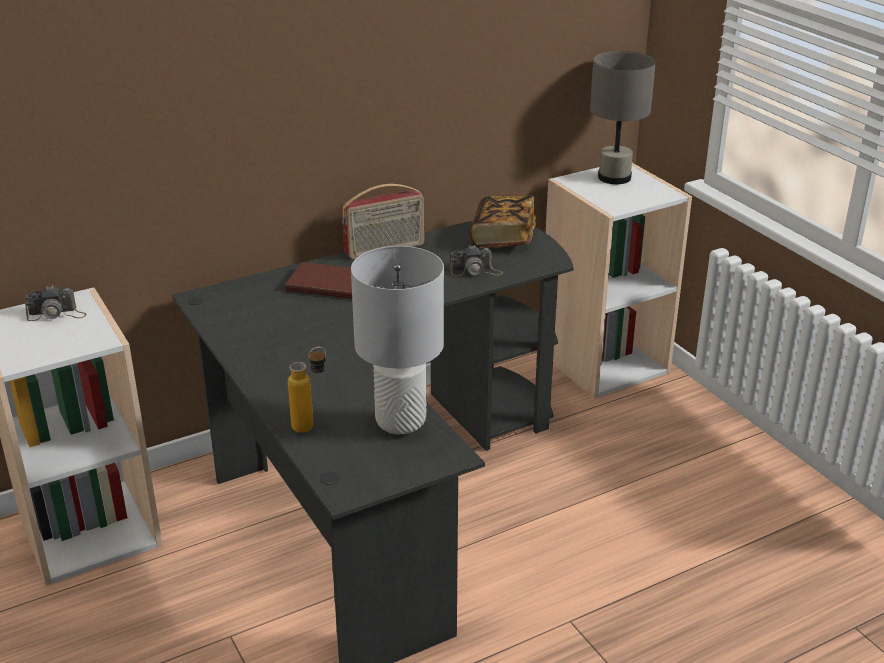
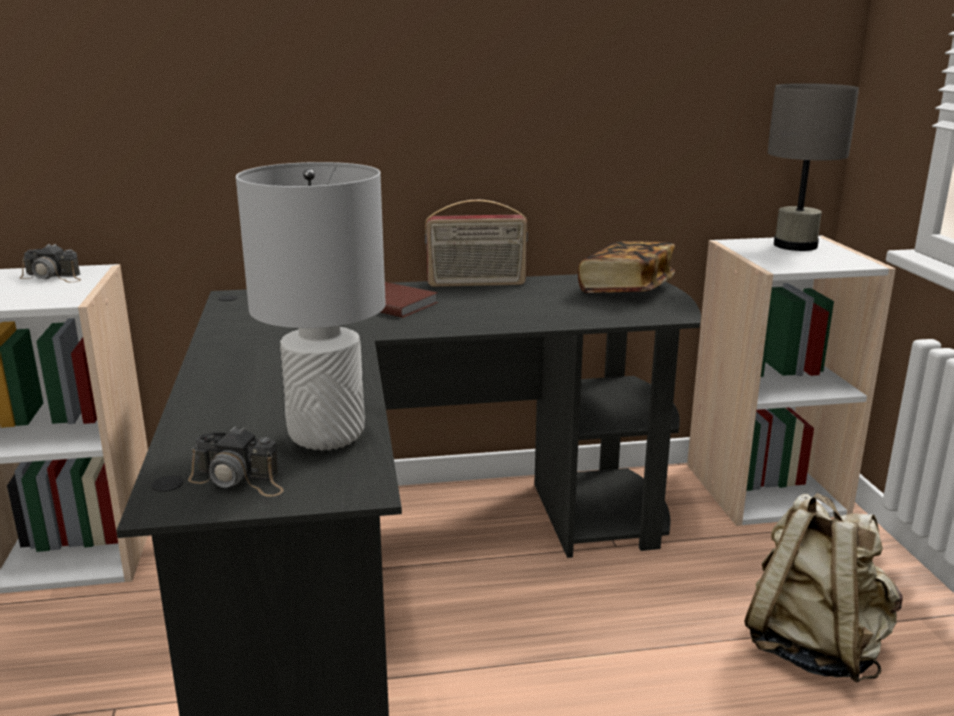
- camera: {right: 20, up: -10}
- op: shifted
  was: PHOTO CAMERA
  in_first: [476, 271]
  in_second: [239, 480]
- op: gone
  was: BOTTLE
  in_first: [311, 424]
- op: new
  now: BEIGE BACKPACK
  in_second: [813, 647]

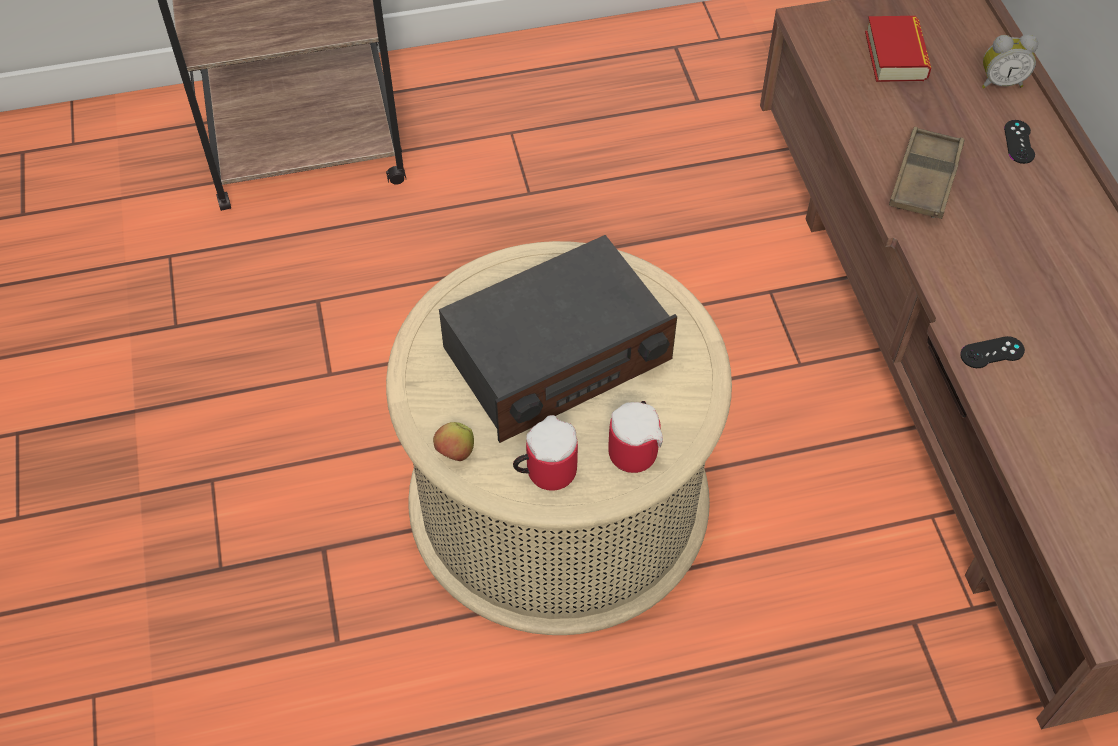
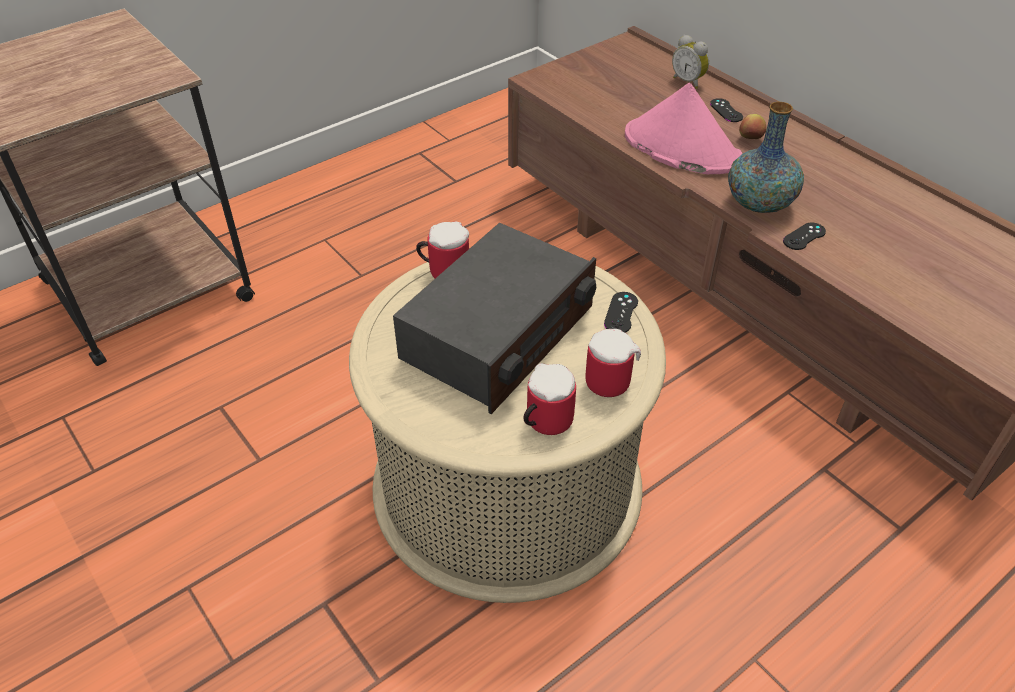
- camera: {right: -25, up: -10}
- op: gone
  was: BOOK
  in_first: [895, 56]
- op: rotated
  was: ALARM CLOCK
  in_first: [1000, 82]
  in_second: [688, 81]
  clockwise: 75
- op: swapped
  was: BROWN TRAY
  now: PINK HAT
  in_first: [924, 179]
  in_second: [681, 148]
- op: shifted
  was: APPLE
  in_first: [455, 452]
  in_second: [750, 139]
- op: new
  now: VASE
  in_second: [759, 204]
- op: new
  now: MUG
  in_second: [444, 269]
- op: new
  now: BLACK GAME CONTROLLER
  in_second: [621, 313]

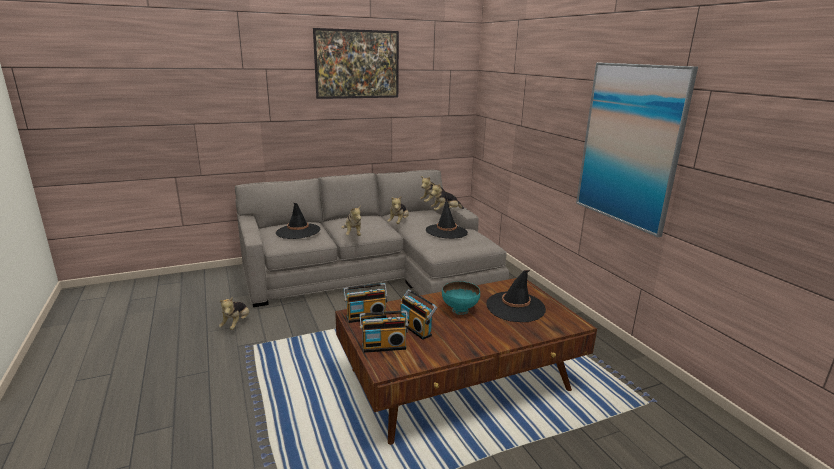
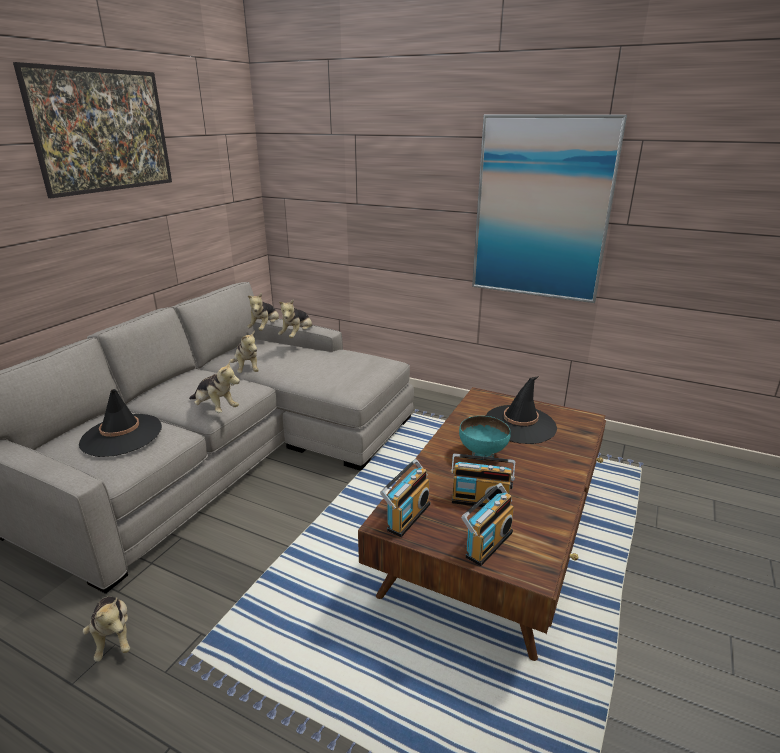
- camera: {right: -40, up: 5}
- op: gone
  was: BLACK HAT
  in_first: [446, 232]

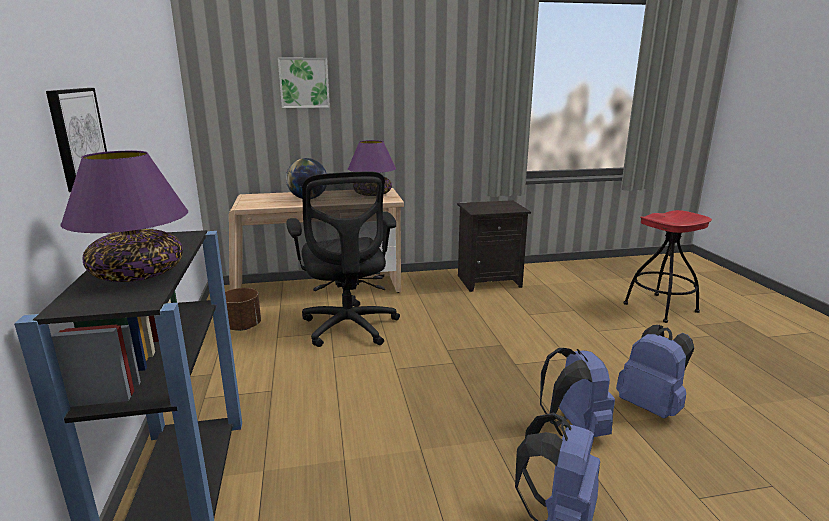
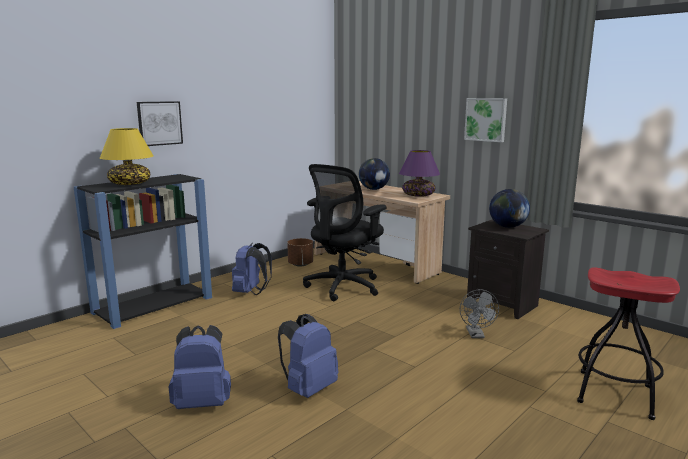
- camera: {right: 55, up: -5}
- op: shifted
  was: PICTURE
  in_first: [304, 83]
  in_second: [486, 119]
- op: repainted
  was: PURPLE TABLE LAMP
  now: YELLOW TABLE LAMP
  in_first: [139, 274]
  in_second: [130, 184]
- op: shifted
  was: BLUE BACKPACK
  in_first: [651, 406]
  in_second: [251, 292]
- op: new
  now: GLOBE
  in_second: [507, 227]
- op: new
  now: GREY FAN
  in_second: [476, 335]

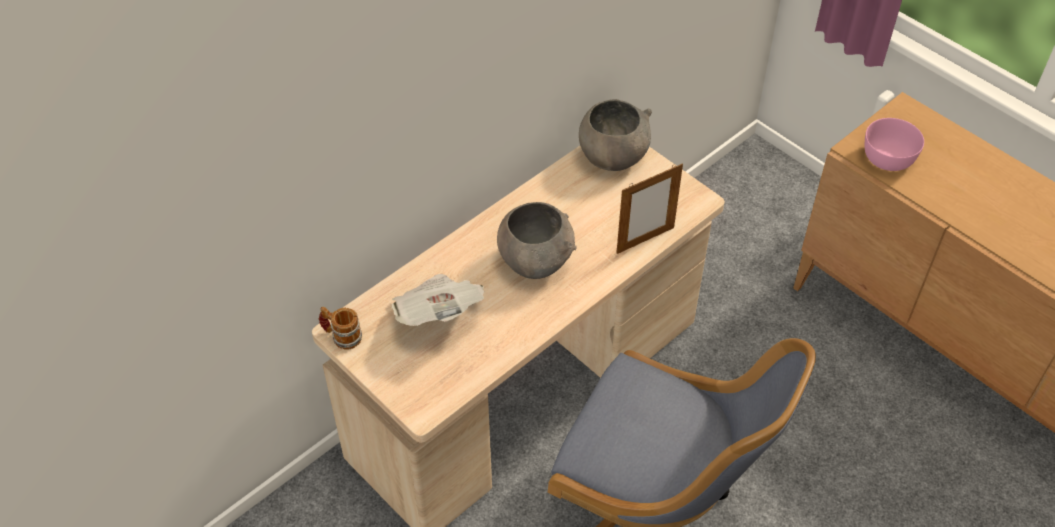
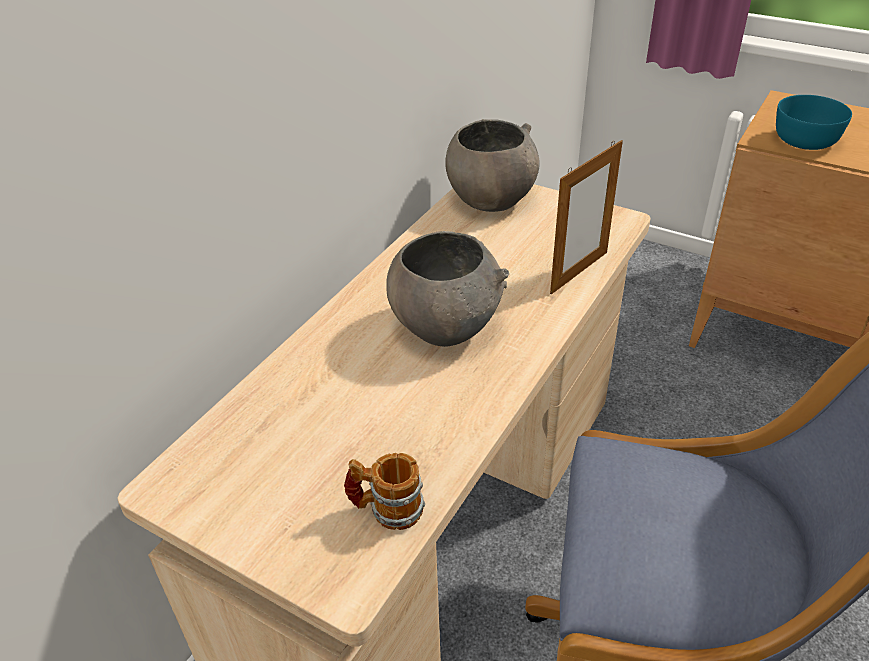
- camera: {right: -15, up: -10}
- op: repainted
  was: PINK BOWL
  now: TURQUOISE BOWL
  in_first: [887, 157]
  in_second: [804, 140]
- op: gone
  was: NEWSPAPER
  in_first: [438, 314]
- op: shifted
  was: MUG
  in_first: [341, 336]
  in_second: [386, 509]

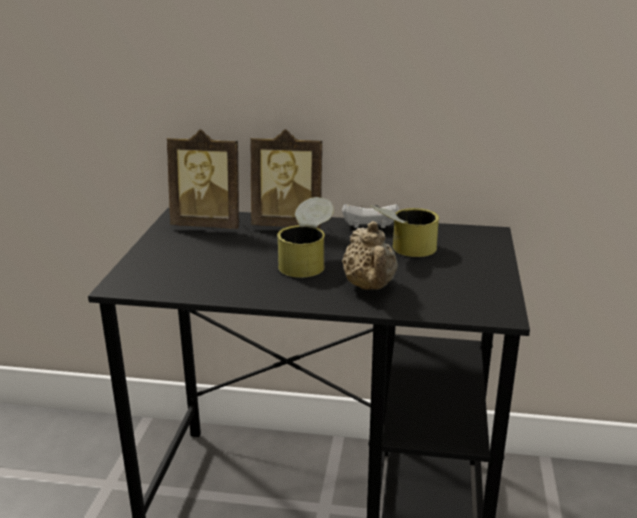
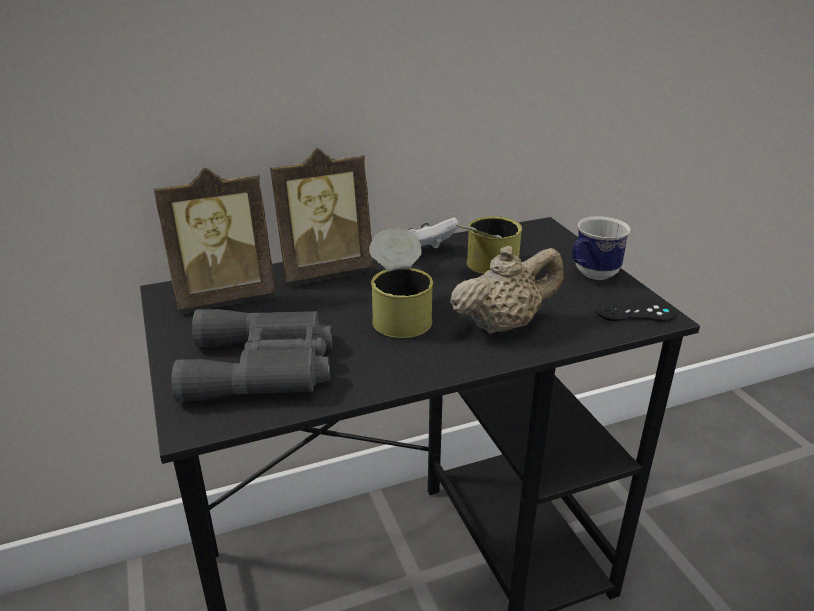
- camera: {right: -30, up: 5}
- op: rotated
  was: BEIGE TEAPOT
  in_first: [370, 287]
  in_second: [504, 324]
  clockwise: -75
- op: new
  now: MUG
  in_second: [591, 275]
- op: new
  now: BLACK GAME CONTROLLER
  in_second: [634, 312]
- op: new
  now: GREY BINOCULARS
  in_second: [264, 367]

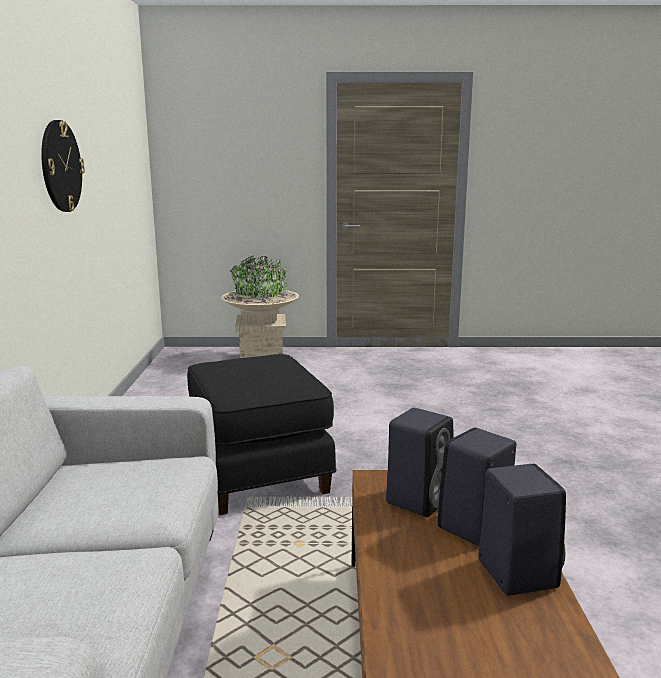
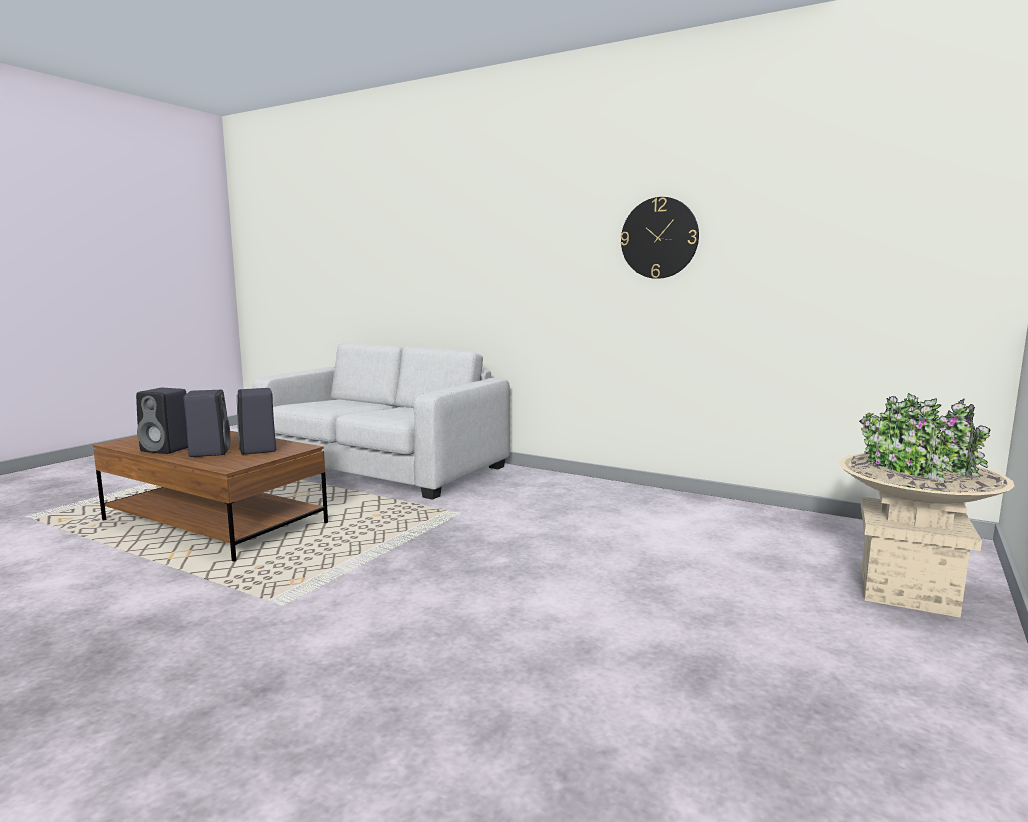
- camera: {right: 120, up: -5}
- op: gone
  was: BLACK OTTOMAN
  in_first: [259, 470]

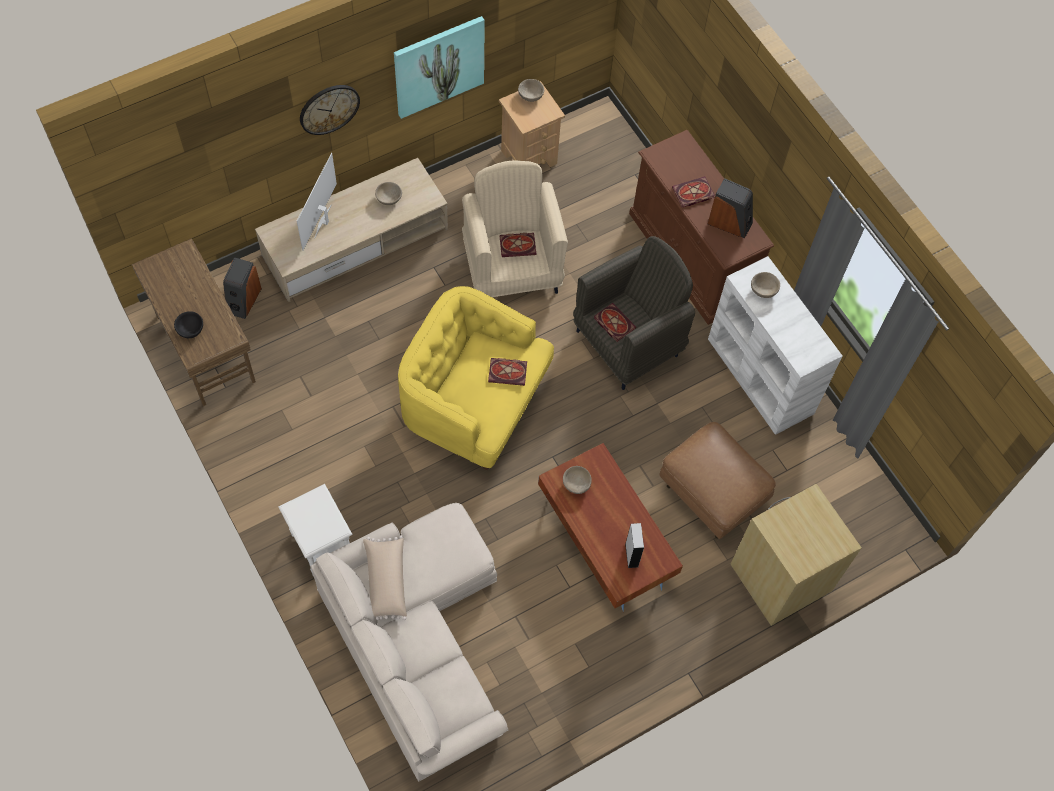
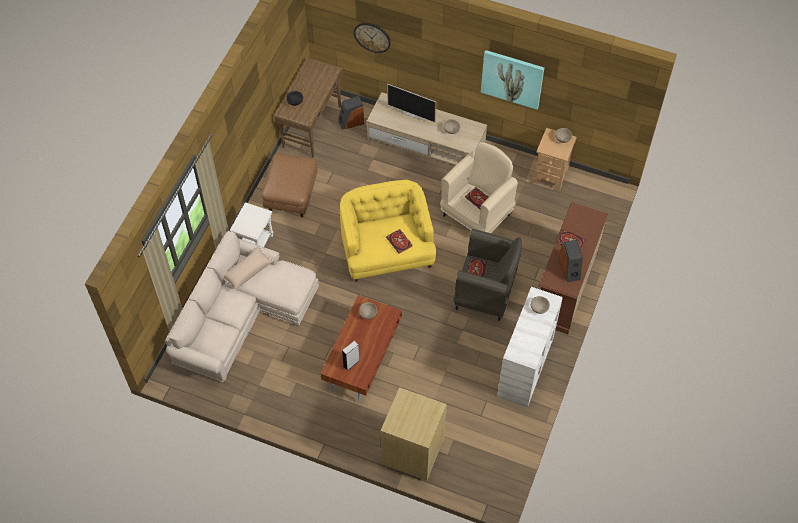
- camera: {right: 55, up: -5}
- op: shifted
  was: WALL CLOCK
  in_first: [329, 109]
  in_second: [372, 37]
- op: rotated
  was: TELEVISION
  in_first: [324, 221]
  in_second: [412, 114]
  clockwise: -135
- op: shifted
  was: BROWN OTTOMAN
  in_first: [710, 494]
  in_second: [291, 196]

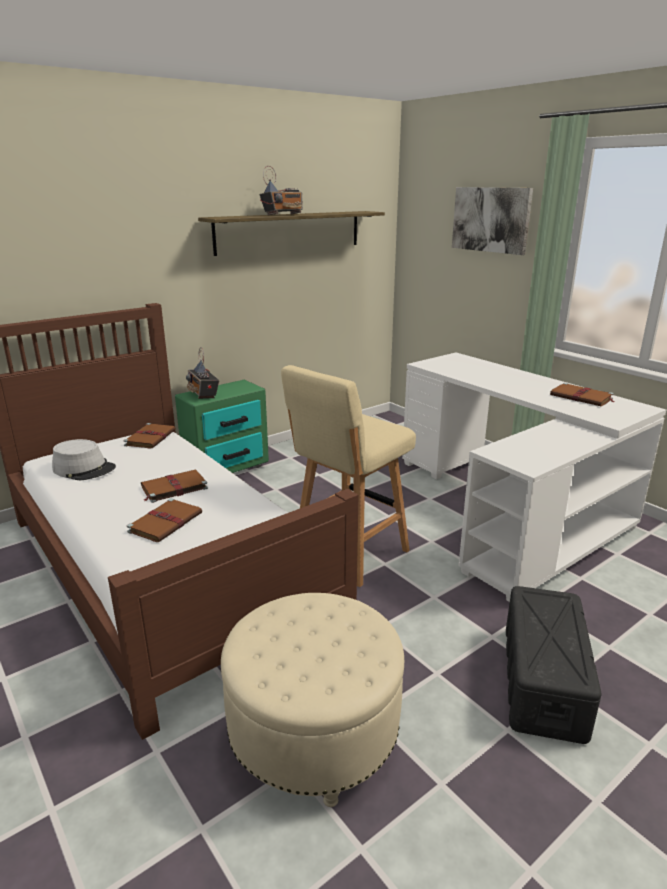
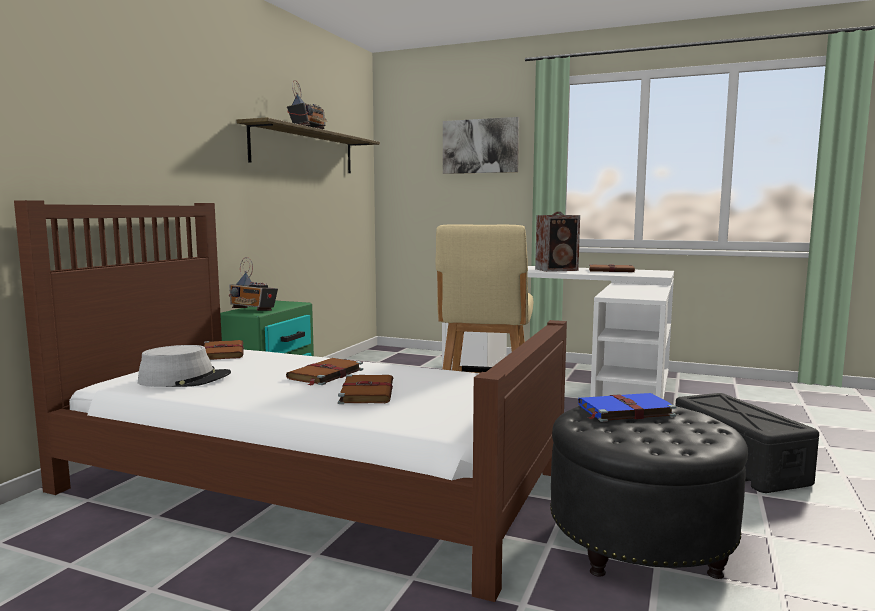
- camera: {right: -30, up: -15}
- op: repainted
  was: BEIGE OTTOMAN
  now: BLACK OTTOMAN
  in_first: [314, 735]
  in_second: [640, 543]
- op: new
  now: SPEAKER
  in_second: [558, 270]
- op: new
  now: BLUE BOOK
  in_second: [624, 410]

